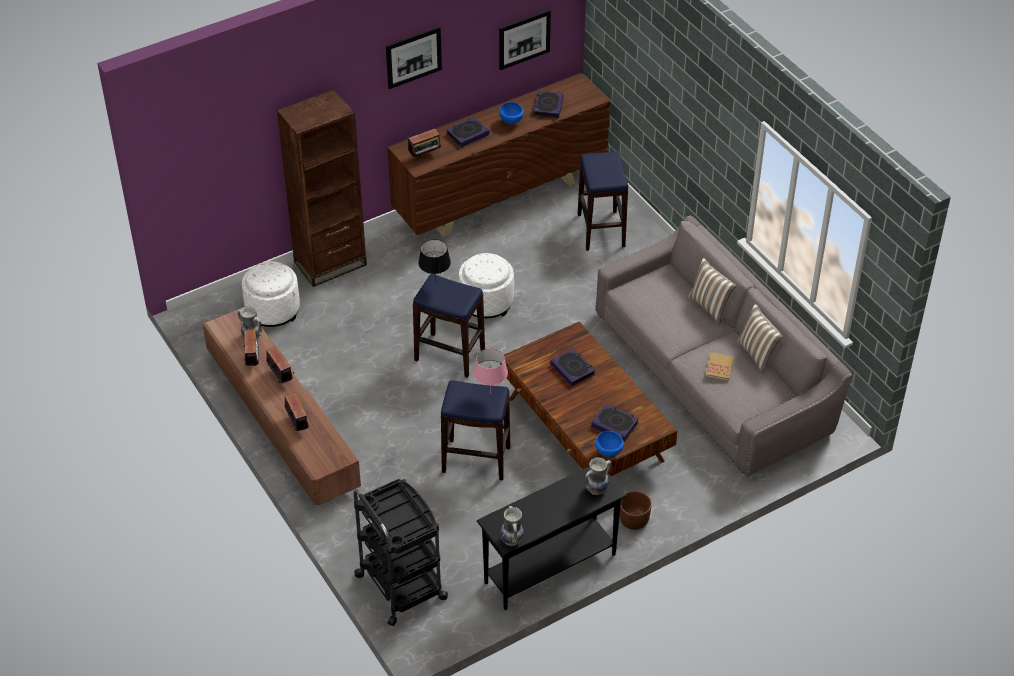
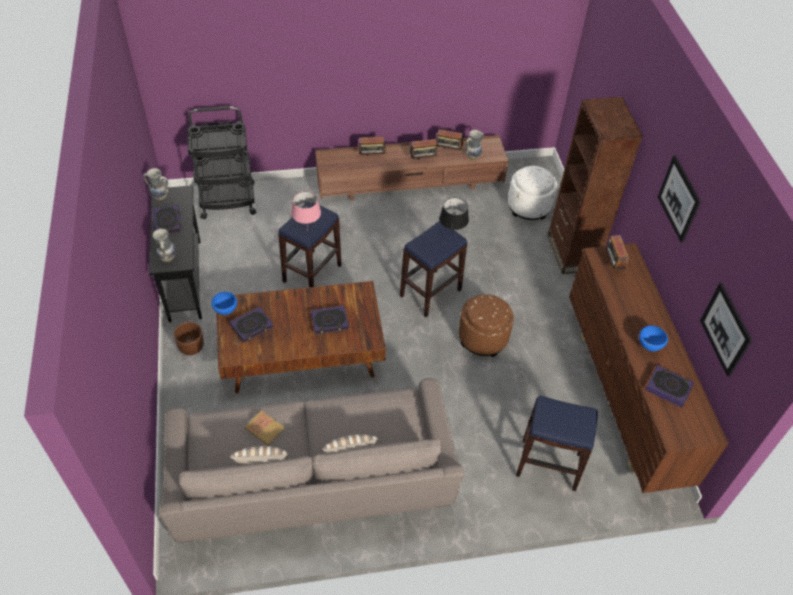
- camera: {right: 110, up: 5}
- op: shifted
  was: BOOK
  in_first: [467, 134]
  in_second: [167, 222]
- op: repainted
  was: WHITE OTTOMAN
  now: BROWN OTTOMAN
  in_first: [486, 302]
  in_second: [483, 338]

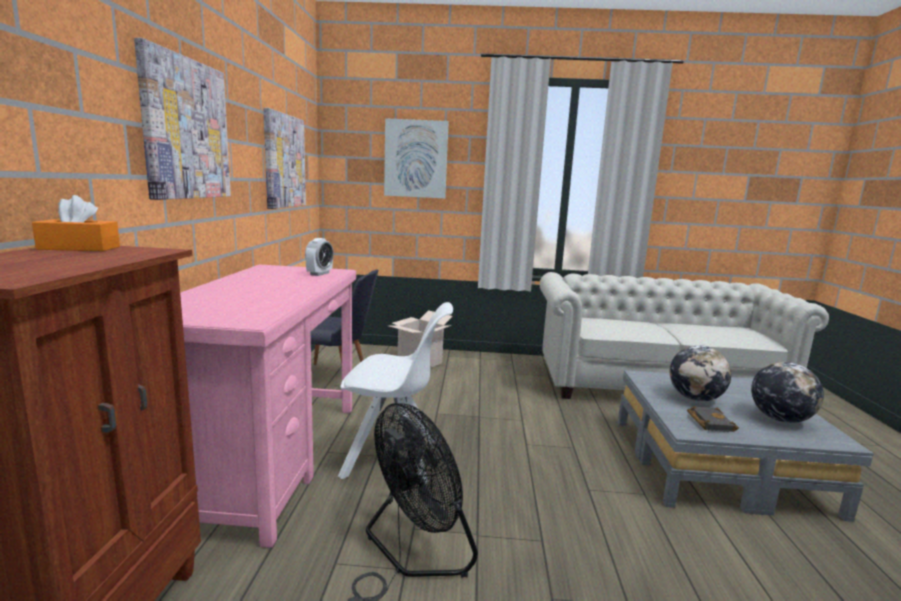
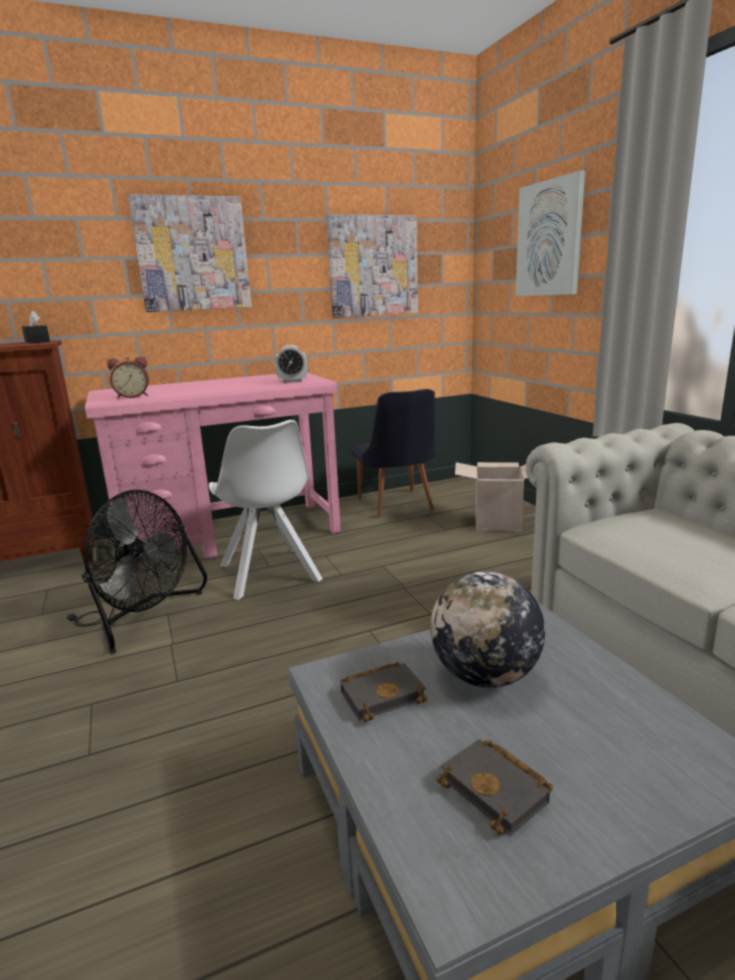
- camera: {right: 65, up: 5}
- op: repainted
  was: ORANGE TISSUE BOX
  now: BLACK TISSUE BOX
  in_first: [79, 248]
  in_second: [37, 342]
- op: swapped
  was: GLOBE
  now: BLACK BOOK
  in_first: [780, 419]
  in_second: [498, 791]
- op: new
  now: ALARM CLOCK
  in_second: [133, 396]

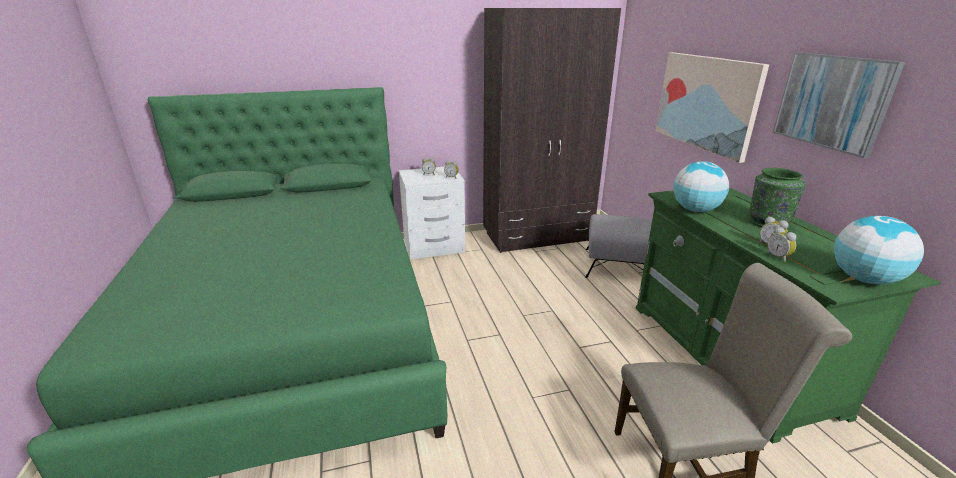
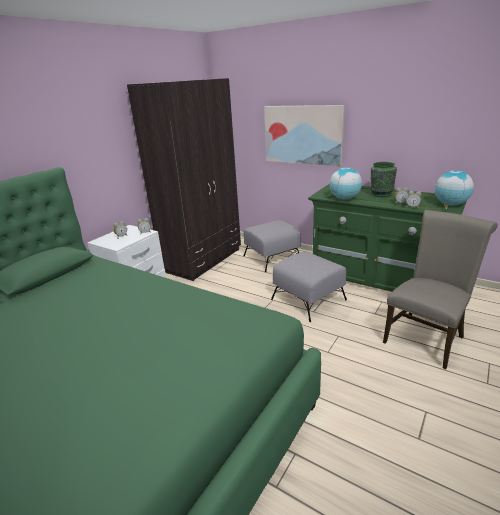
- camera: {right: -40, up: 0}
- op: gone
  was: PICTURE
  in_first: [832, 102]
- op: new
  now: GREY OTTOMAN
  in_second: [308, 299]

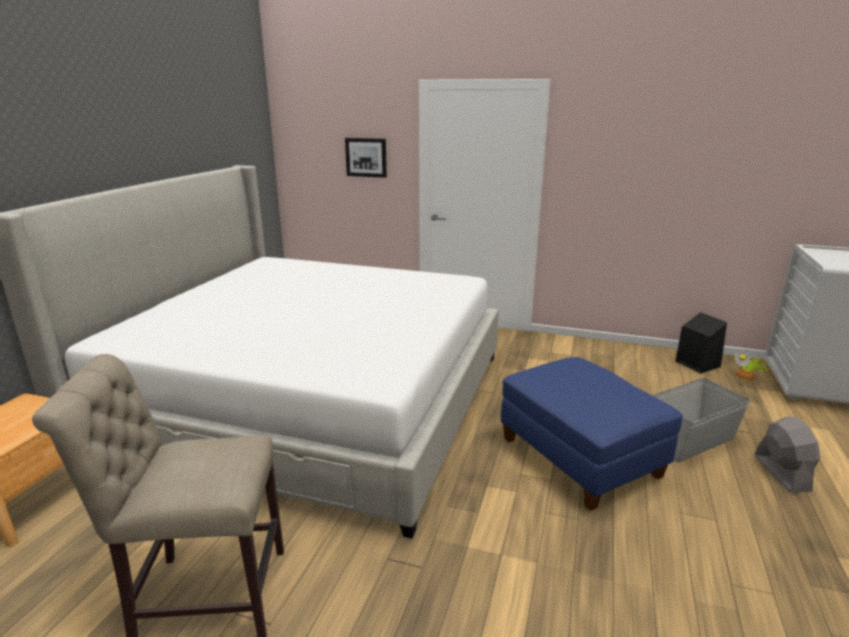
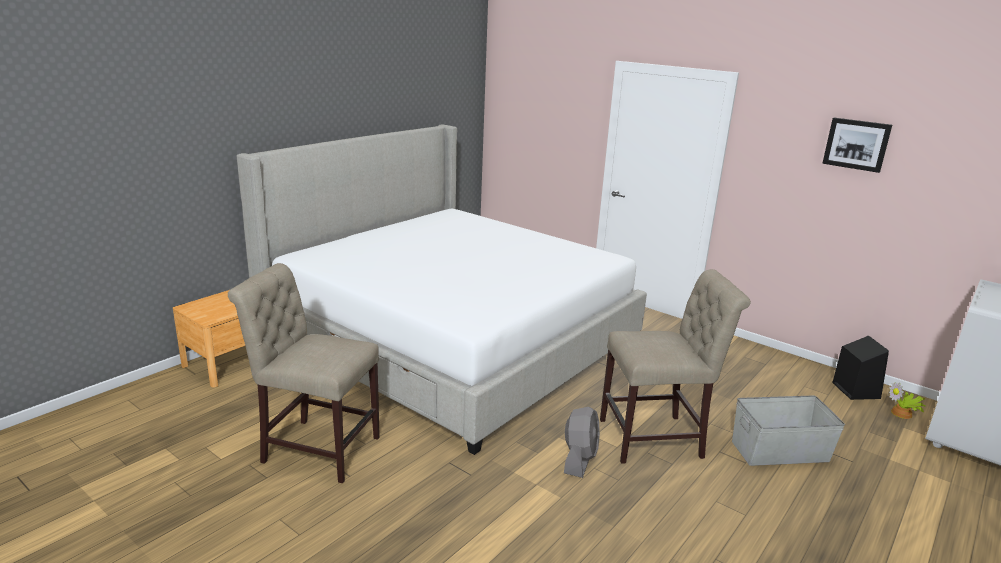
- camera: {right: 20, up: 0}
- op: shifted
  was: PICTURE
  in_first: [366, 157]
  in_second: [856, 144]
- op: swapped
  was: BLUE OTTOMAN
  now: BEIGE CHAIR
  in_first: [580, 458]
  in_second: [657, 438]
- op: shifted
  was: GREY FAN
  in_first: [781, 472]
  in_second: [579, 459]

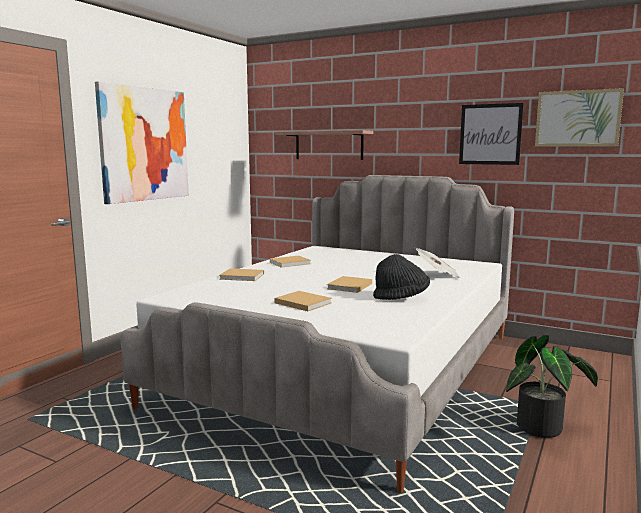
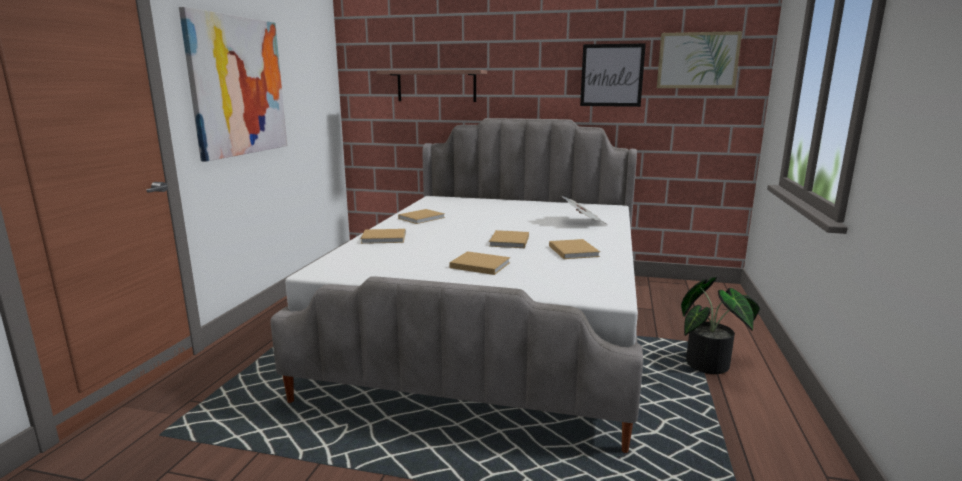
- camera: {right: -15, up: 5}
- op: swapped
  was: BLACK HAT
  now: BEIGE BOOK
  in_first: [401, 297]
  in_second: [573, 250]

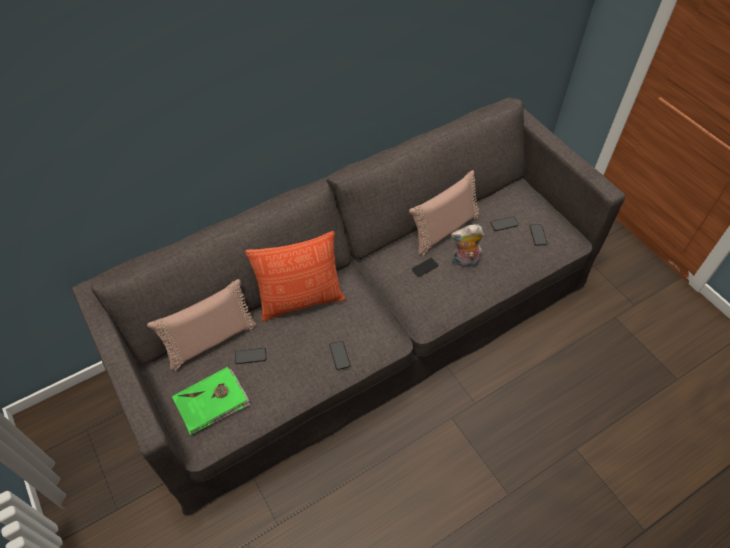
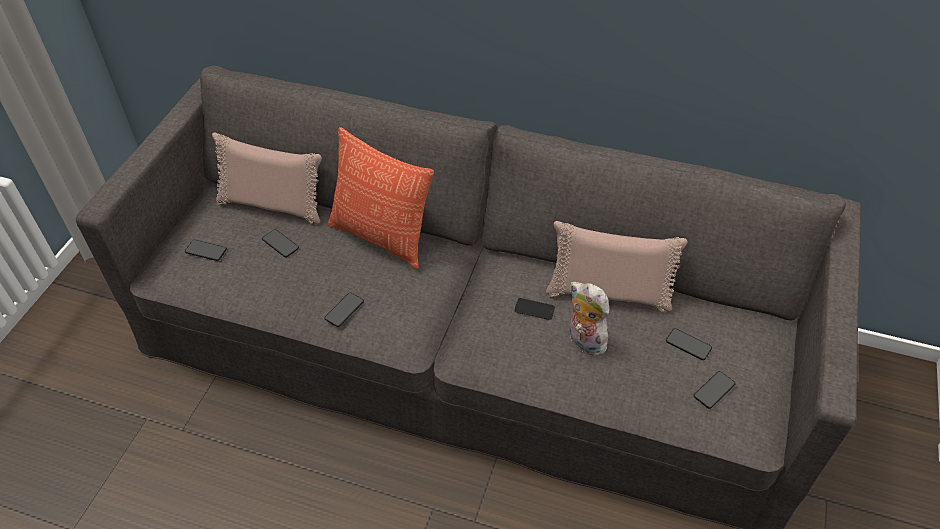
- camera: {right: 50, up: -5}
- op: swapped
  was: GREEN BOOK
  now: PHONE
  in_first: [212, 402]
  in_second: [206, 251]

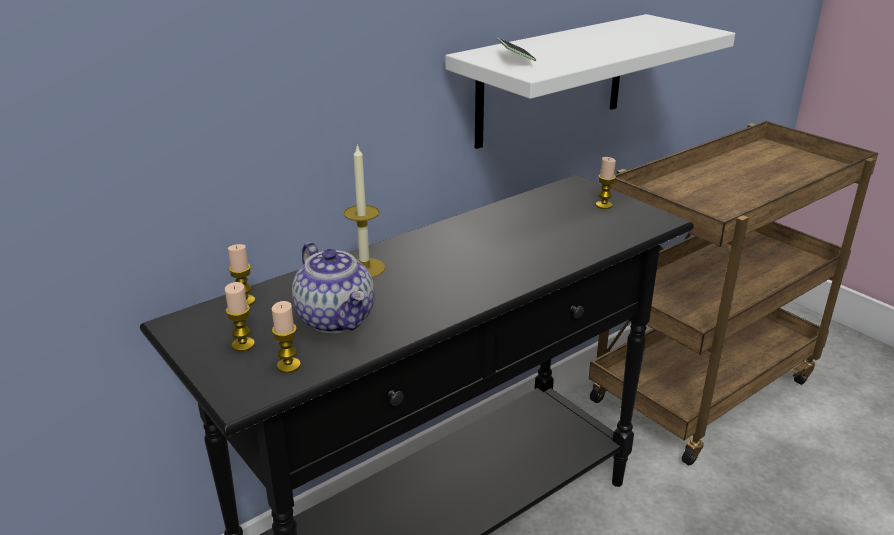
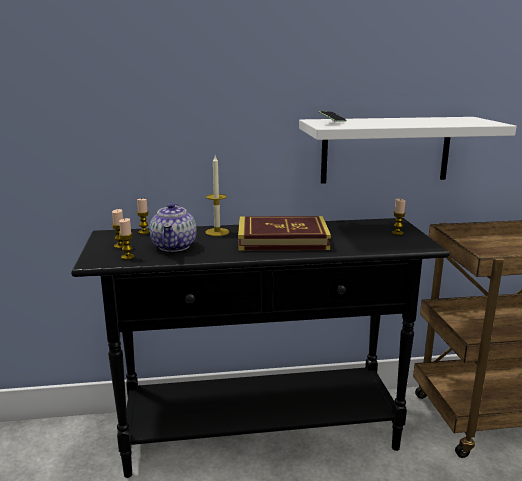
- camera: {right: 30, up: -10}
- op: new
  now: BOOK
  in_second: [282, 239]

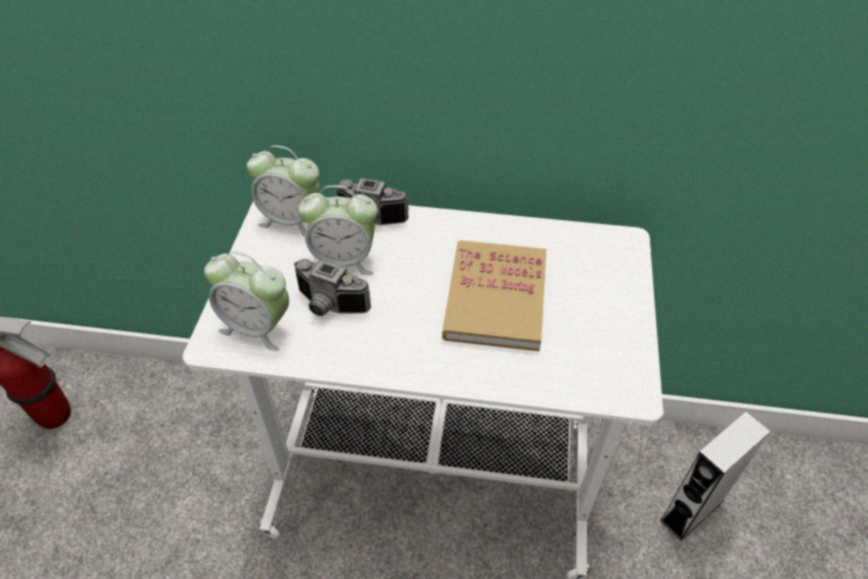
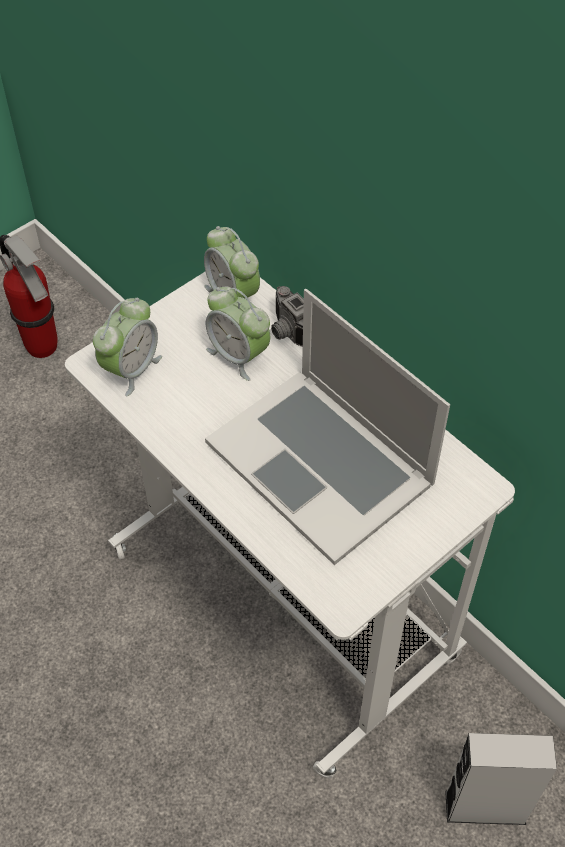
- camera: {right: 40, up: 5}
- op: swapped
  was: BOOK
  now: LAPTOP
  in_first: [495, 298]
  in_second: [320, 461]
- op: rotated
  was: ALARM CLOCK
  in_first: [257, 327]
  in_second: [131, 369]
  clockwise: -120
- op: gone
  was: PHOTO CAMERA
  in_first: [328, 306]

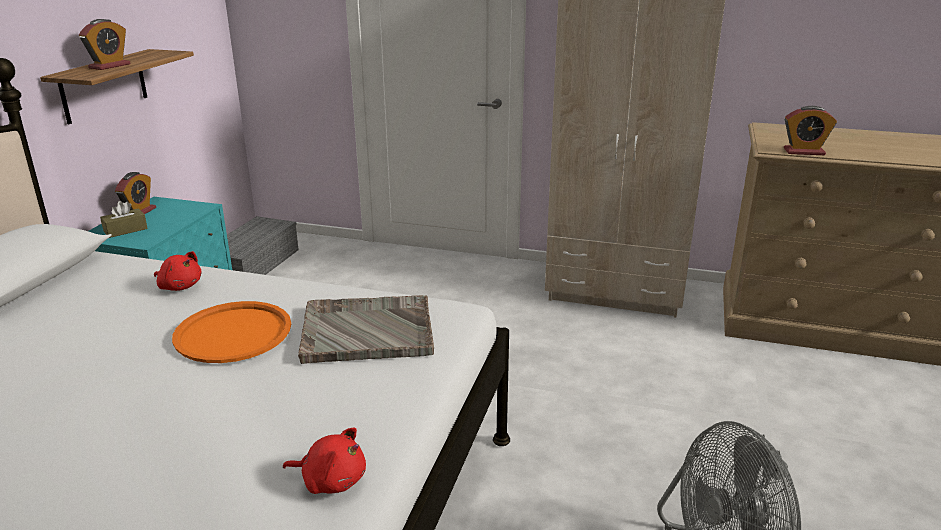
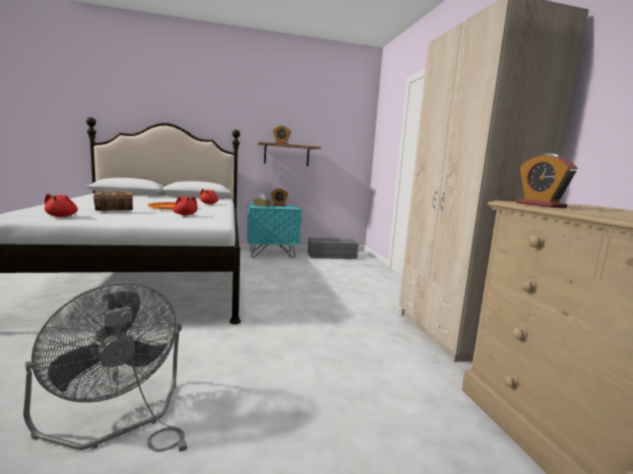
- camera: {right: 60, up: -15}
- op: swapped
  was: GREY TRAY
  now: RED PLUSH TOY
  in_first: [366, 331]
  in_second: [185, 215]
- op: new
  now: BOOK
  in_second: [114, 209]

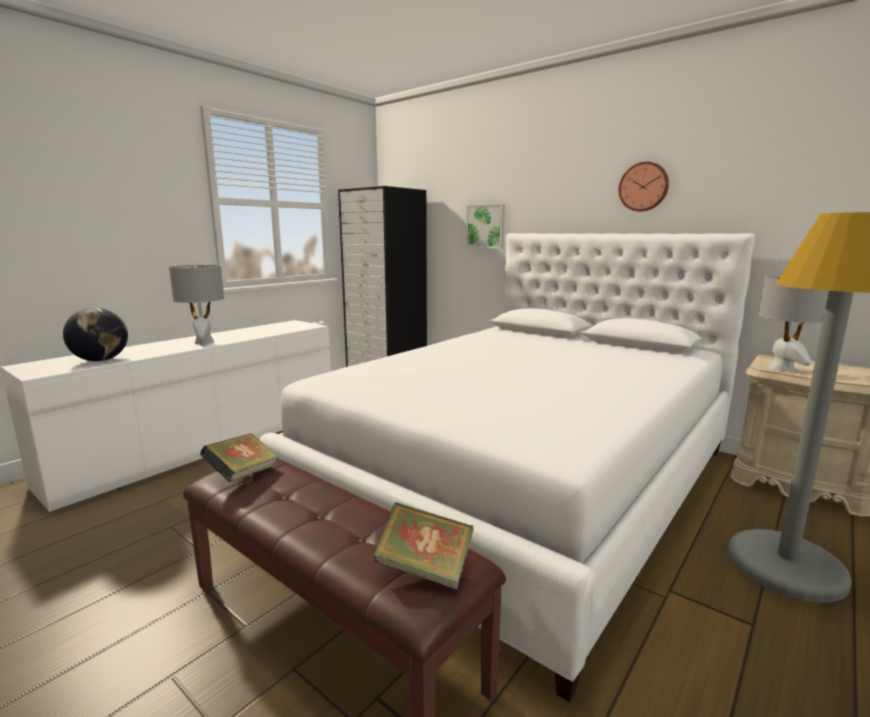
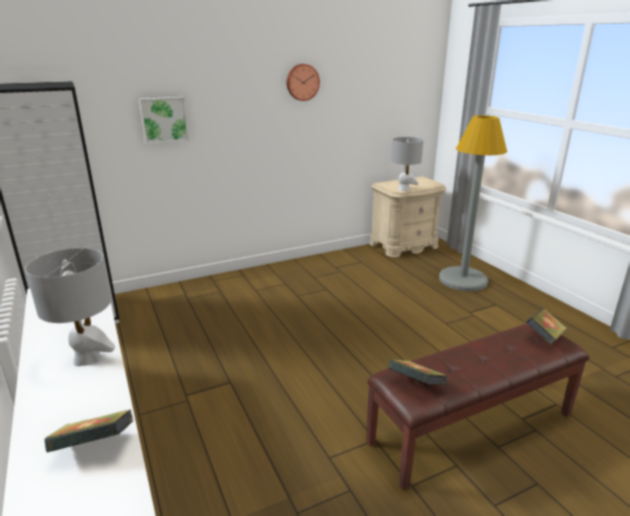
- camera: {right: -65, up: 10}
- op: gone
  was: WHITE BED
  in_first: [524, 482]
- op: swapped
  was: GLOBE
  now: BOOK
  in_first: [101, 360]
  in_second: [95, 447]

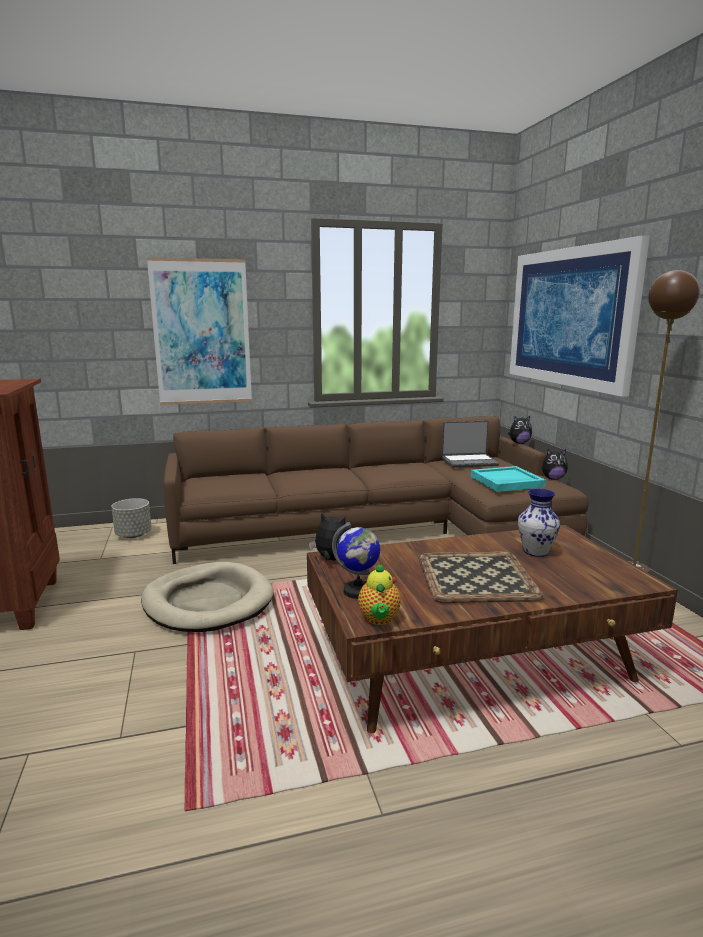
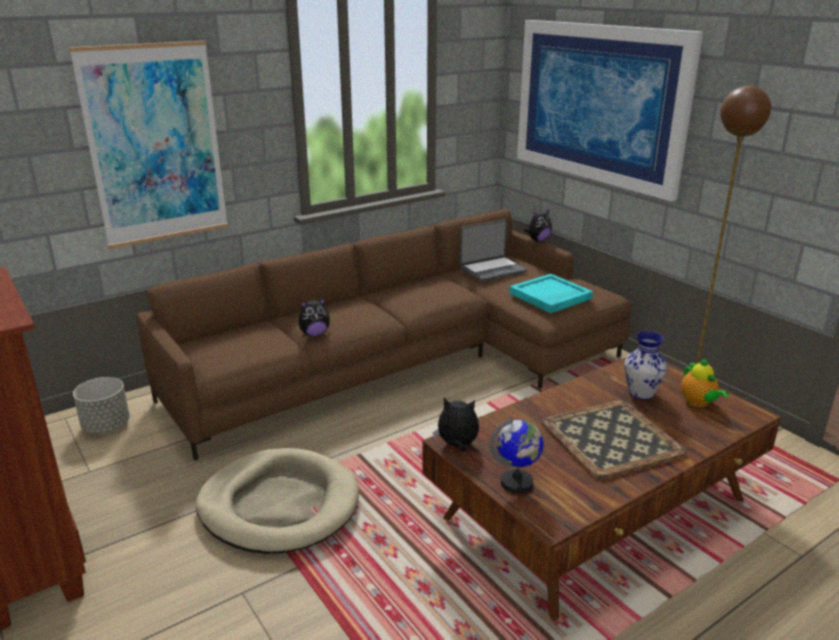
- camera: {right: -20, up: 10}
- op: shifted
  was: PLUSH TOY
  in_first: [553, 478]
  in_second: [314, 334]
- op: shifted
  was: TEAPOT
  in_first: [379, 620]
  in_second: [698, 403]

